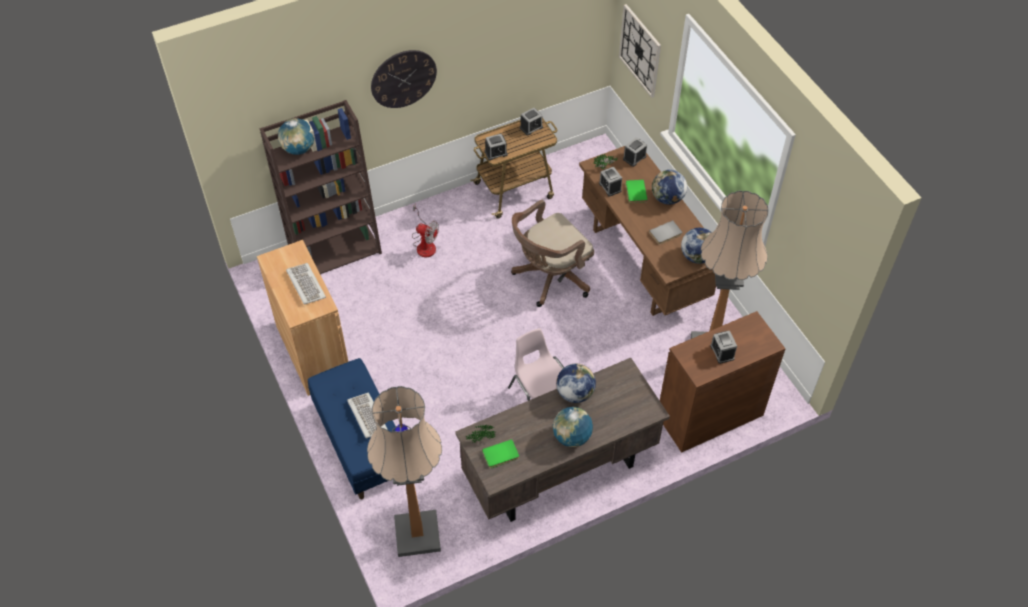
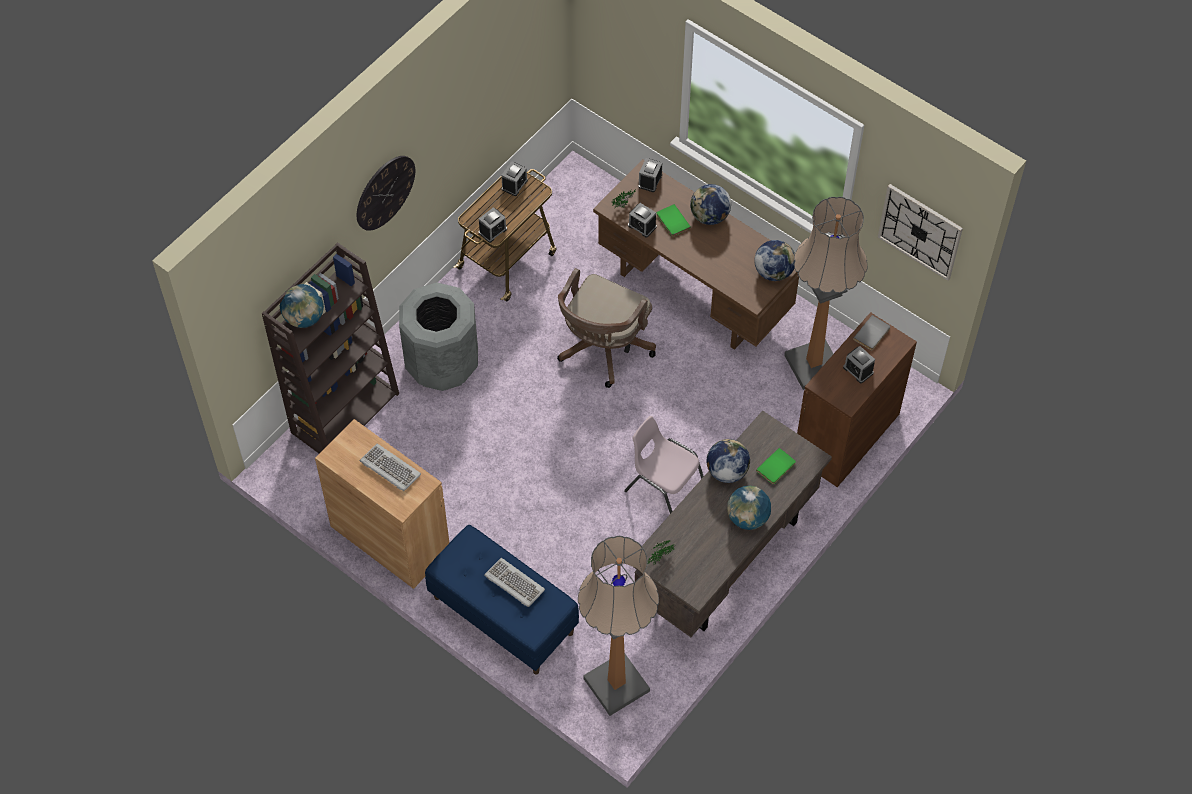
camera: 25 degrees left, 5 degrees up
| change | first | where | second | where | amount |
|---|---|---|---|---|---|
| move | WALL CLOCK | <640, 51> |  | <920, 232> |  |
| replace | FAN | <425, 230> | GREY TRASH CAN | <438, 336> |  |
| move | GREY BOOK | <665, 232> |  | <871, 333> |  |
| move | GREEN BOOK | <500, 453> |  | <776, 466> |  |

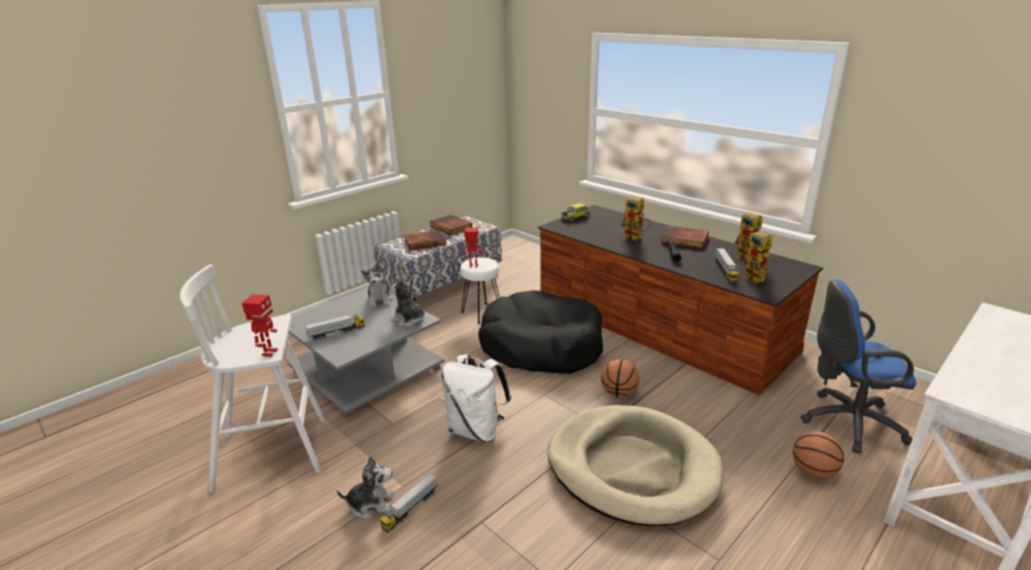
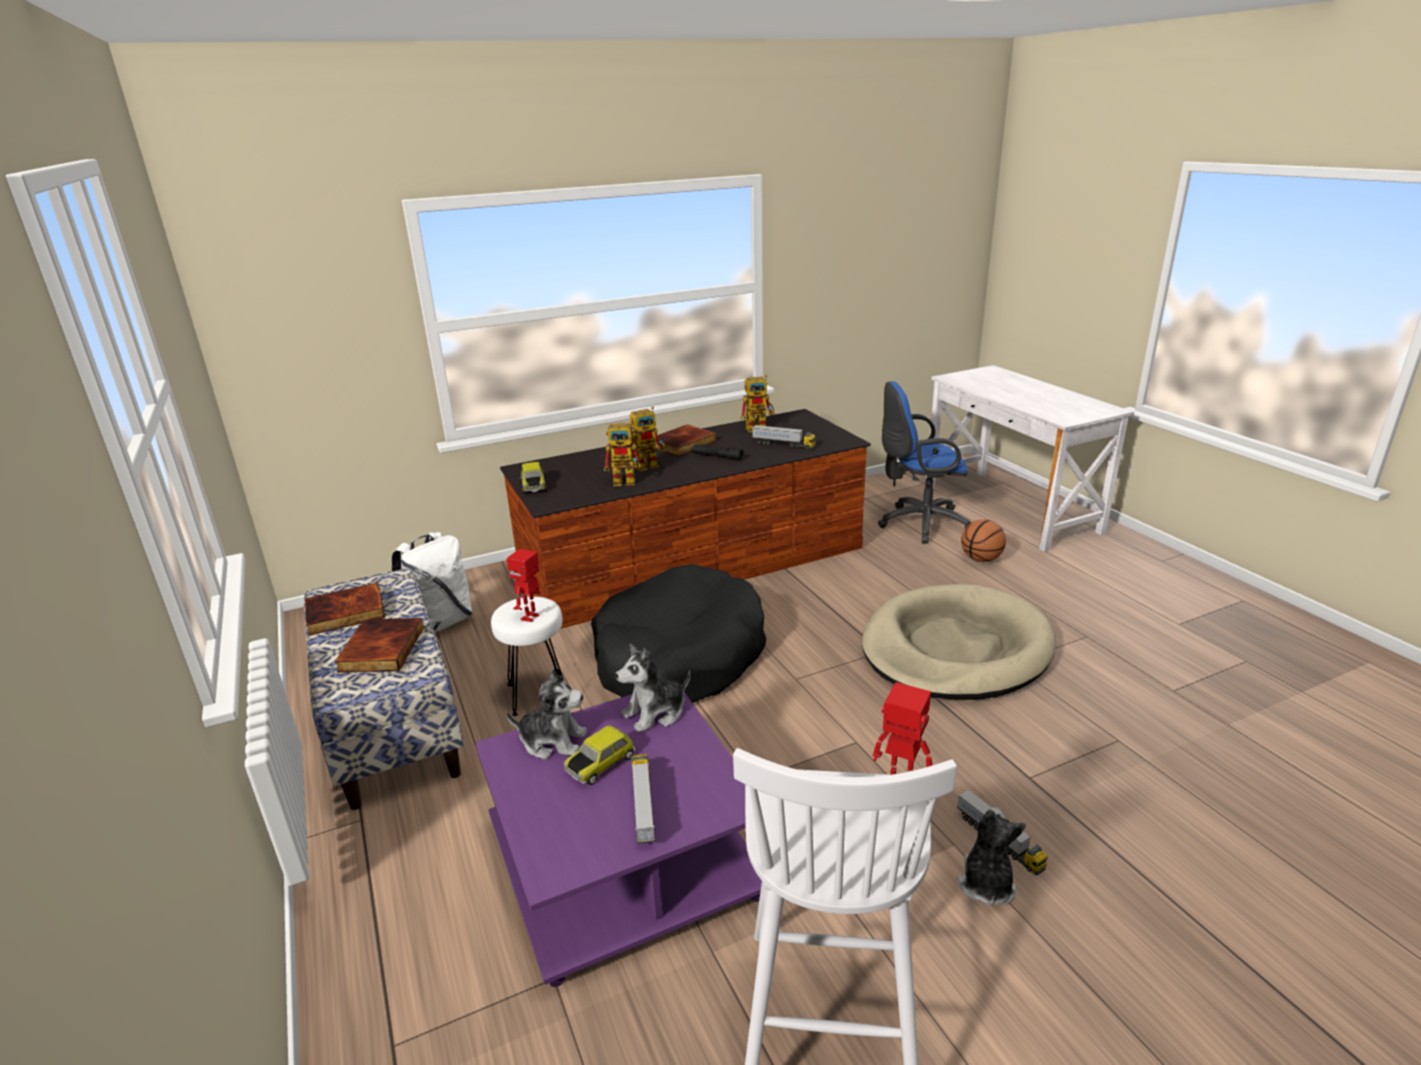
camera: 70 degrees left, 0 degrees up
| change | first | where | second | where | amount |
|---|---|---|---|---|---|
| move | TOY ROBOT | <761, 257> |  | <625, 454> |  |
| rotate | BLUE OFFICE CHAIR | <858, 367> |  | <924, 462> | 60 degrees clockwise |
| recolor | GREY COFFEE TABLE | <365, 352> | PURPLE COFFEE TABLE | <618, 839> |  |
| move | WHITE BACKPACK | <476, 398> |  | <432, 582> |  |
| delete | BASKETBALL | <620, 378> |  |  |  |
| insert |  |  | TOY CAR | <599, 755> |  |

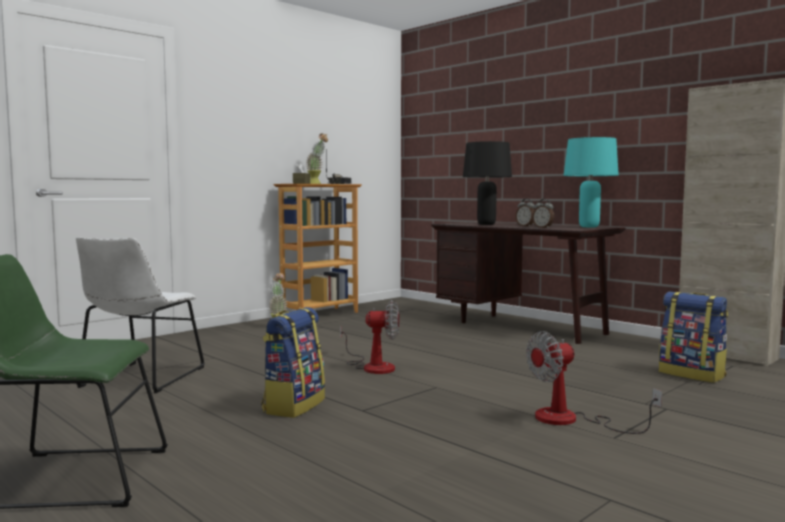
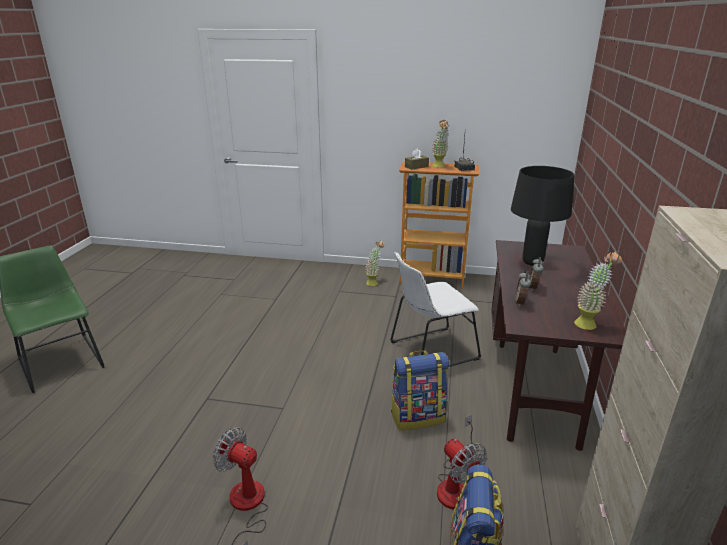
camera: 55 degrees right, 20 degrees up
| change | first | where | second | where | amount |
|---|---|---|---|---|---|
| replace | TURQUOISE TABLE LAMP | <591, 182> | POTTED PLANT | <598, 290> |  |
| move | WHITE CHAIR | <140, 315> |  | <435, 309> |  |
| move | FAN | <369, 337> |  | <462, 462> |  |
| move | BACKPACK | <293, 362> |  | <420, 390> |  |

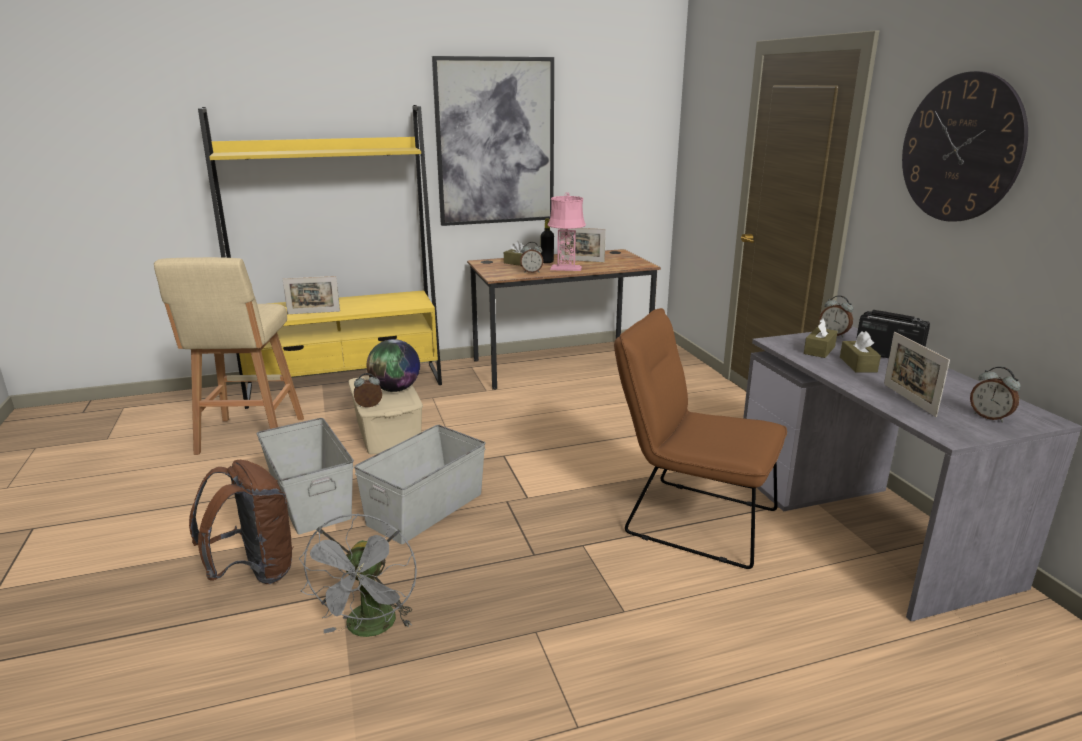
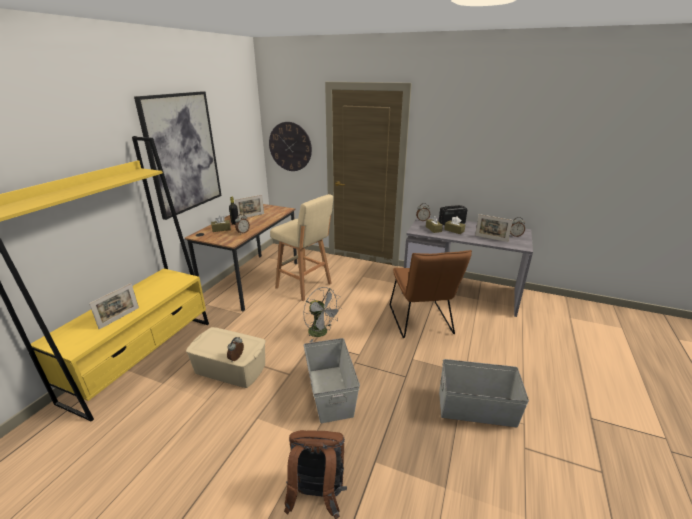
camera: 50 degrees left, 5 degrees up
| change | first | where | second | where | amount |
|---|---|---|---|---|---|
| move | WALL CLOCK | <965, 146> |  | <290, 146> |  |
| delete | PINK TABLE LAMP | <567, 232> |  |  |  |
| move | BEIGE STOOL | <229, 356> |  | <301, 247> |  |
| rotate | BROWN CHAIR | <700, 438> |  | <431, 294> | 75 degrees counterclockwise |
| delete | GLOBE | <393, 365> |  |  |  |
| move | GREY STORAGE BOX | <305, 476> |  | <484, 393> |  |
| move | GREY FAN | <358, 575> |  | <322, 314> |  |

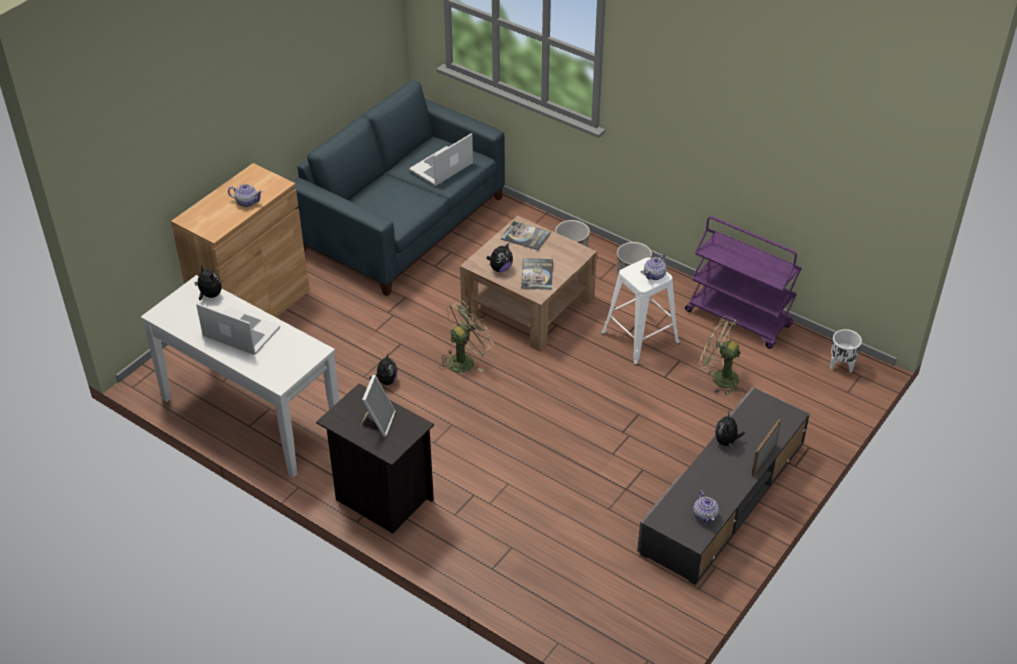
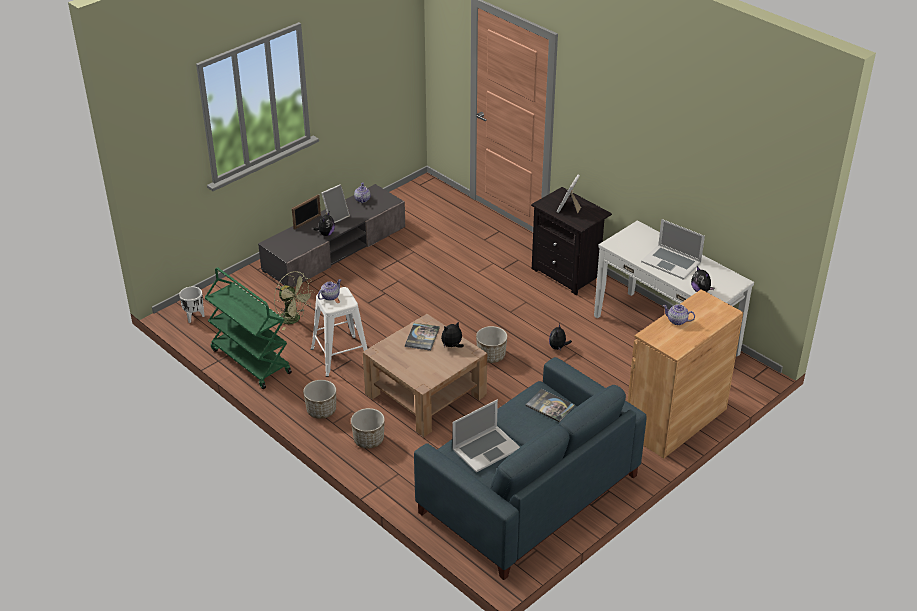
camera: 170 degrees left, 5 degrees down
| change | first | where | second | where | amount |
|---|---|---|---|---|---|
| recolor | PURPLE CART | <743, 282> | GREEN CART | <248, 328> |  |
| move | BOOK | <526, 235> |  | <550, 405> |  |
| replace | GREEN FAN | <466, 336> | PLANTER | <491, 344> |  |
| insert |  |  | PICTURE FRAME | <335, 203> |  |

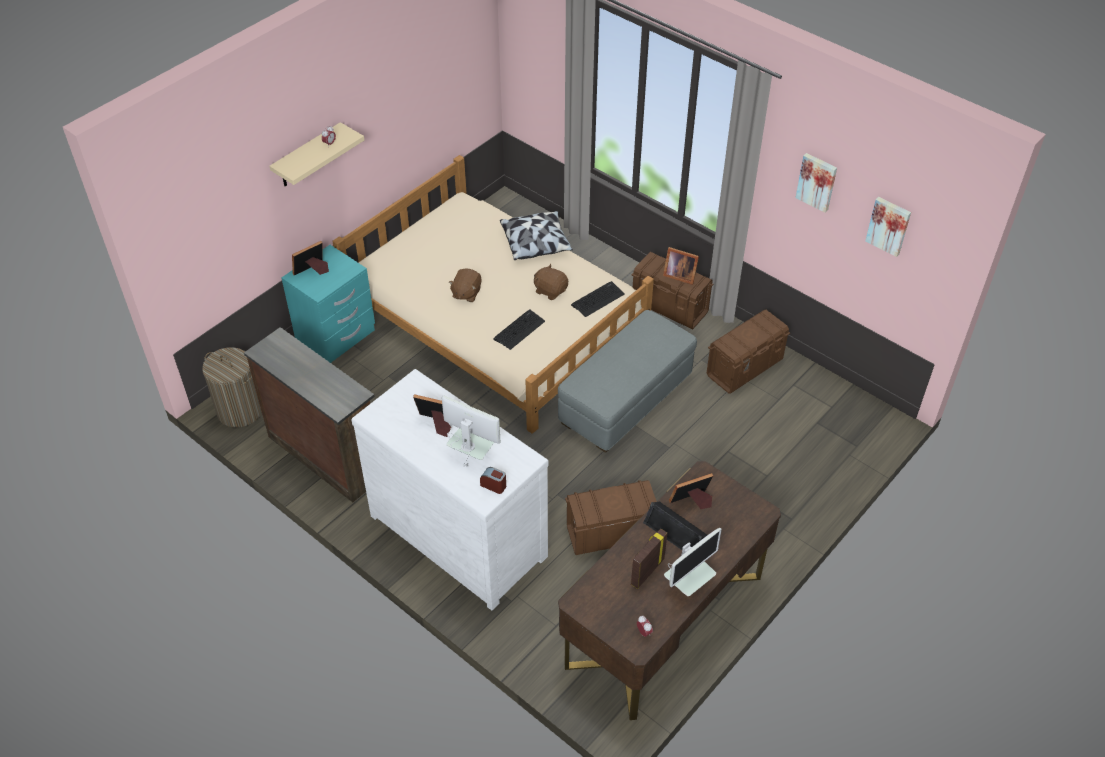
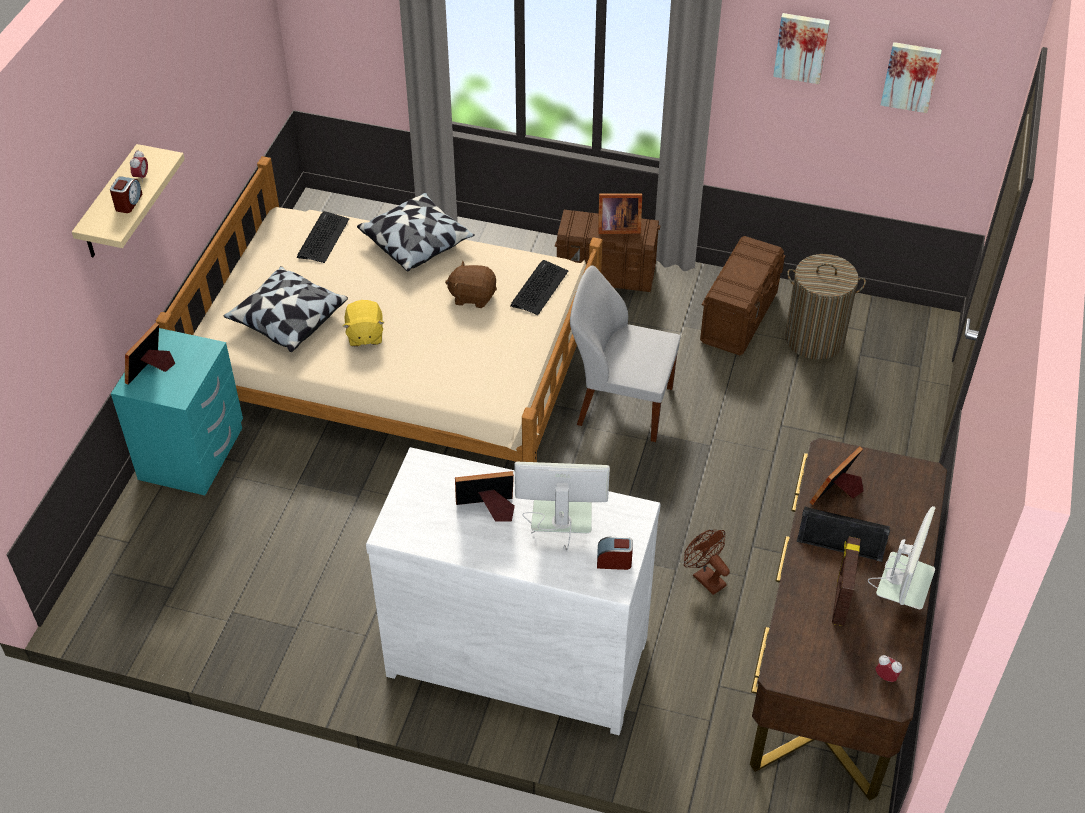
camera: 25 degrees left, 0 degrees up
| change | first | where | second | where | amount |
|---|---|---|---|---|---|
| recolor | BROWN PLUSH TOY | <465, 285> | YELLOW PLUSH TOY | <364, 323> |  |
| move | KEYBOARD | <519, 330> |  | <323, 237> |  |
| replace | GREY OTTOMAN | <627, 381> | WHITE CHAIR | <625, 353> |  |
| delete | BROWN DRESSER | <309, 414> |  |  |  |
| move | LAUNDRY BASKET | <232, 387> |  | <825, 307> |  |
| replace | BROWN STORAGE BOX | <611, 517> | BROWN FAN | <707, 562> |  |
| insert |  |  | ALARM CLOCK | <126, 194> |  |
| insert |  |  | PILLOW | <286, 309> |  |

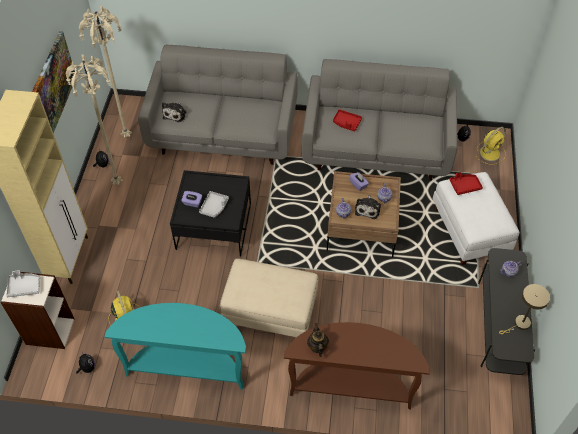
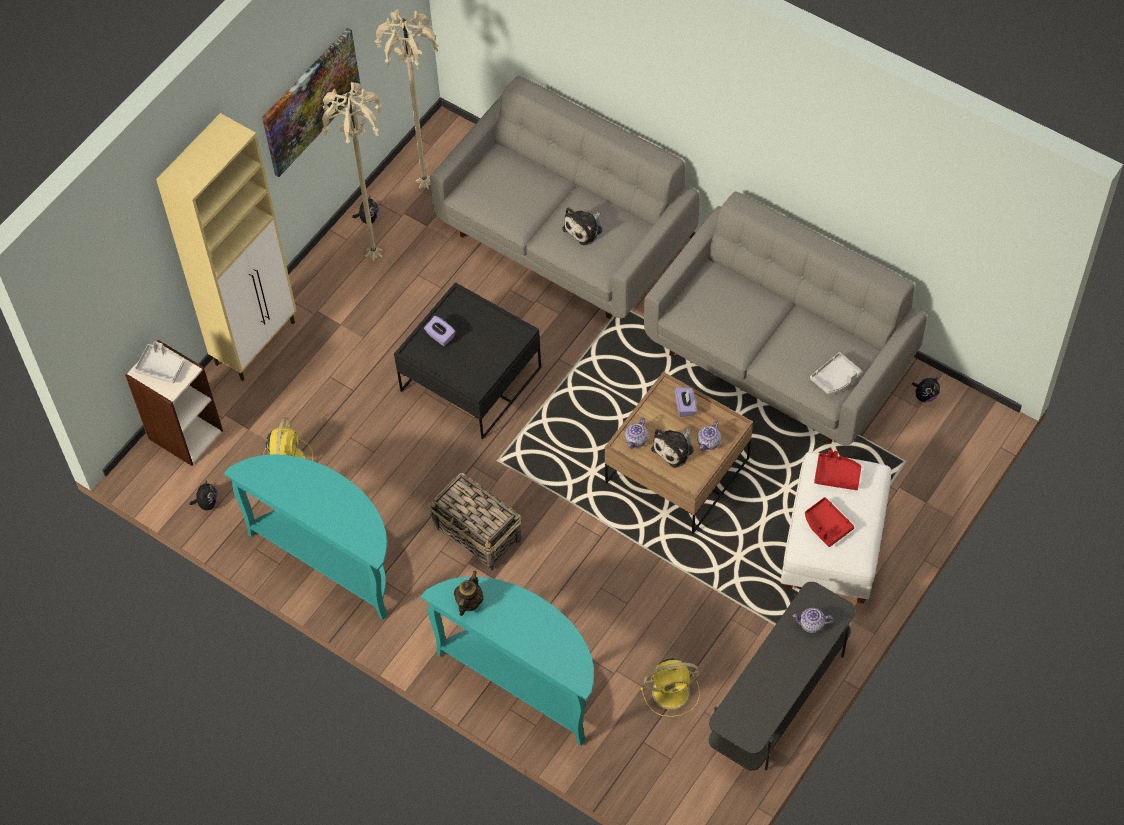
camera: 30 degrees right, 5 degrees up
| change | first | where | second | where | amount |
|---|---|---|---|---|---|
| move | PLUSH TOY | <174, 112> |  | <582, 226> |  |
| move | RED TRAY | <347, 120> |  | <829, 522> |  |
| move | YELLOW FAN | <490, 146> |  | <670, 687> |  |
| move | GREY TRAY | <214, 204> |  | <836, 373> |  |
| replace | BEIGE OTTOMAN | <269, 297> | BASKET | <474, 522> |  |
| delete | BEIGE TABLE LAMP | <524, 309> |  |  |  |
| recolor | BROWN CONSOLE TABLE | <357, 366> | TURQUOISE CONSOLE TABLE | <507, 661> |  |

